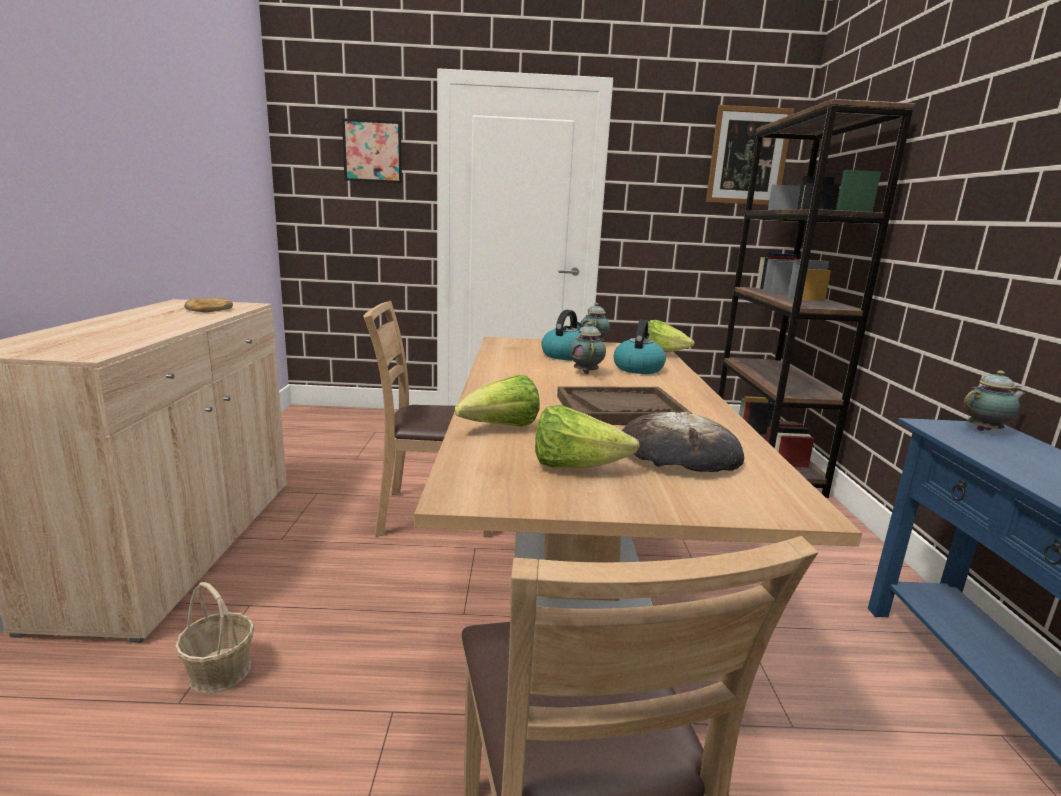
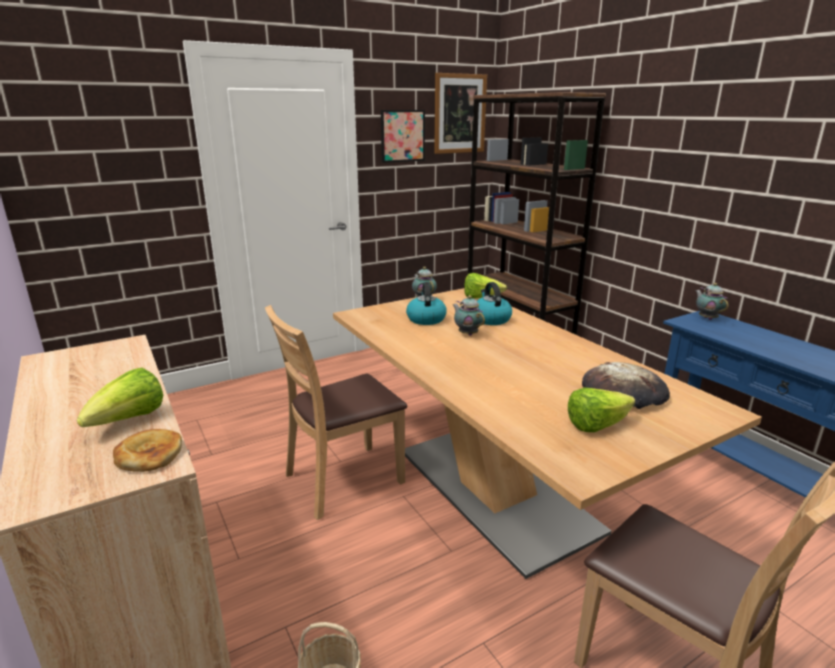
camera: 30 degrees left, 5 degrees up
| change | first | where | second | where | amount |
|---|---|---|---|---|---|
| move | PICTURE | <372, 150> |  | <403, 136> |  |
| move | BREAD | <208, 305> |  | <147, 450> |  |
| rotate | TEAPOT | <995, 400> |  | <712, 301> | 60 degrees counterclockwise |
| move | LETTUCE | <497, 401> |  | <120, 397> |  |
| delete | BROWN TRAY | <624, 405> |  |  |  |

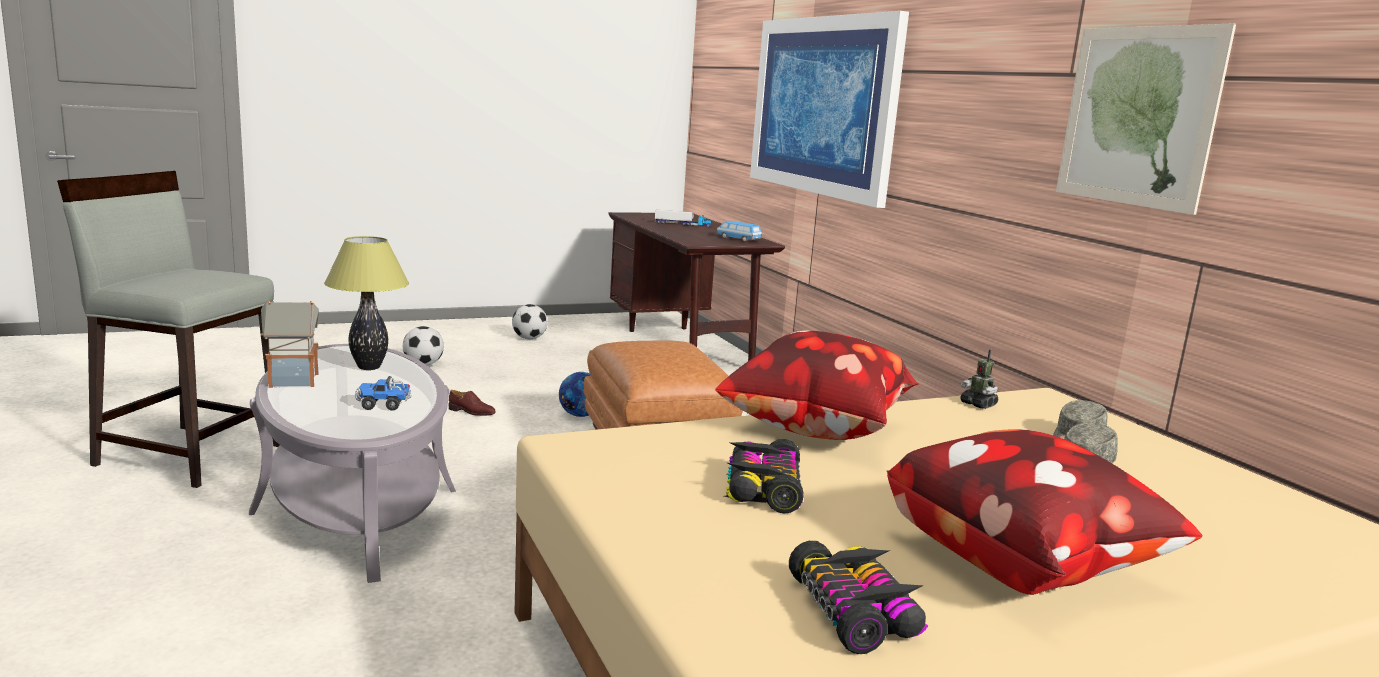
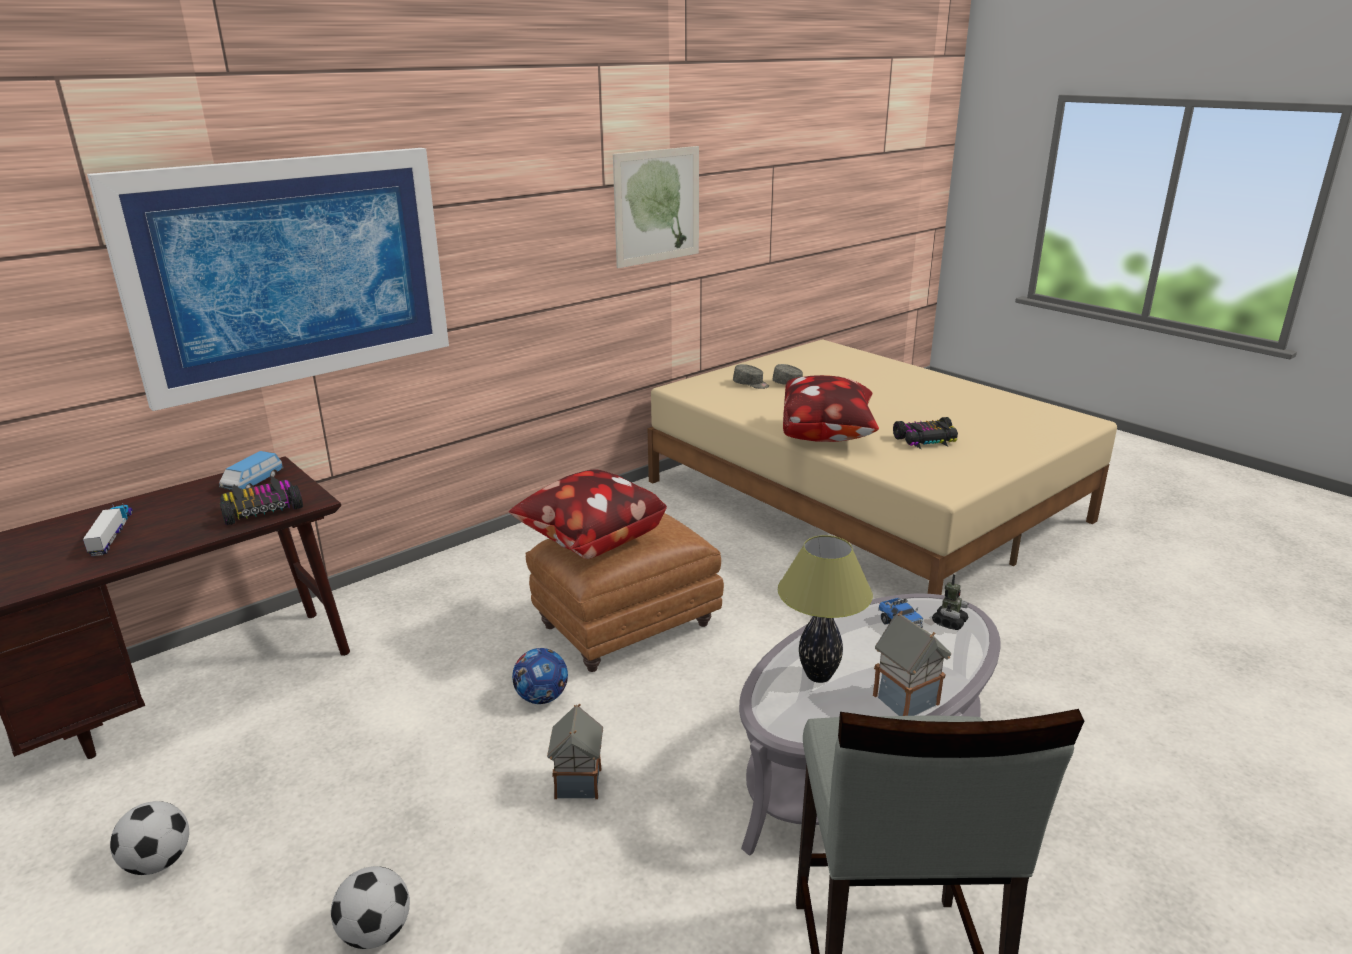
camera: 105 degrees left, 10 degrees up
| change | first | where | second | where | amount |
|---|---|---|---|---|---|
| move | TOY ROBOT | <979, 379> |  | <950, 602> |  |
| replace | BROWN SHOE | <472, 403> | TOY HOUSE | <575, 751> |  |
| move | PILLOW | <1045, 512> |  | <588, 514> |  |
| move | TOY CAR | <858, 597> |  | <261, 500> |  |

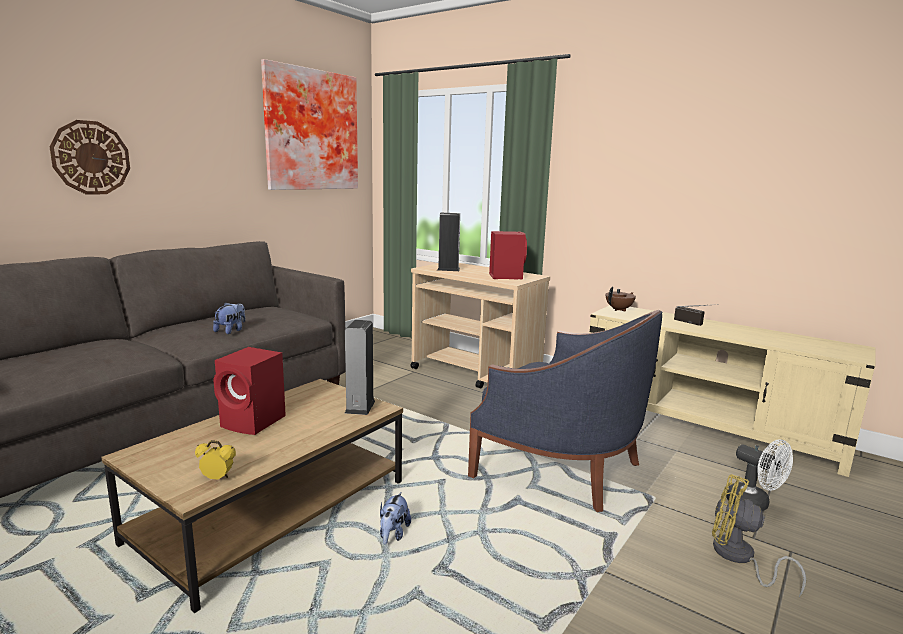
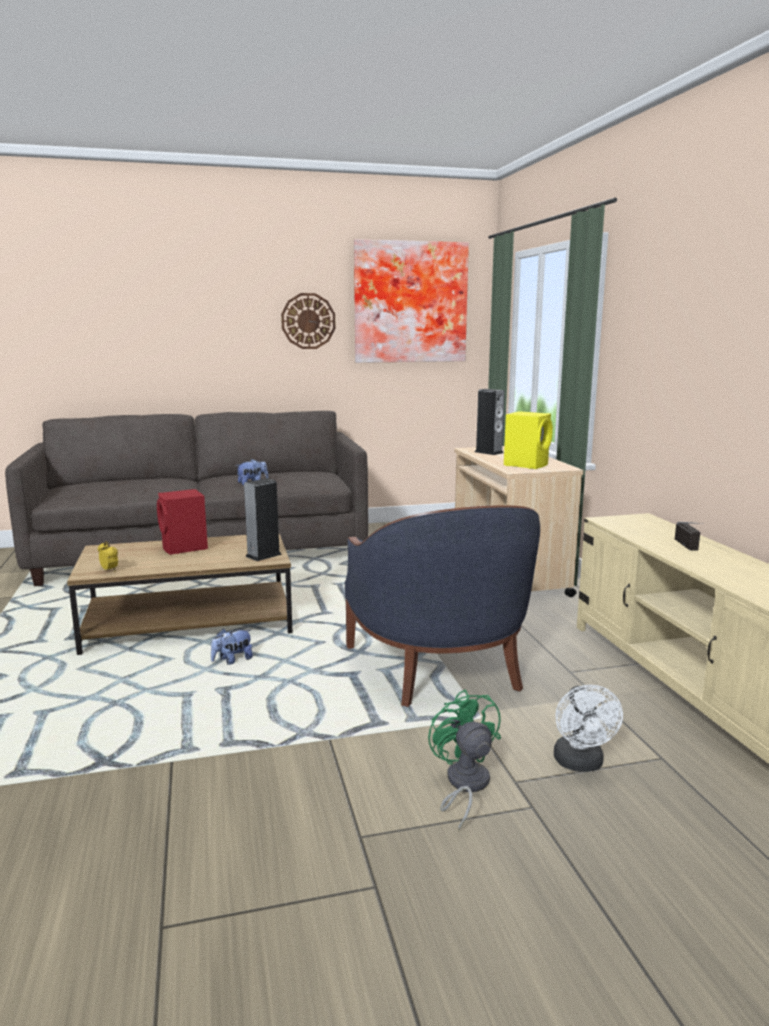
camera: 40 degrees right, 0 degrees up
| change | first | where | second | where | amount |
|---|---|---|---|---|---|
| move | WALL CLOCK | <89, 157> |  | <308, 321> |  |
| recolor | RED SPEAKER | <508, 255> | YELLOW SPEAKER | <528, 440> |  |
| delete | BROWN TEAPOT | <621, 299> |  |  |  |
| recolor | YELLOW FAN | <759, 535> | GREEN FAN | <464, 760> |  |

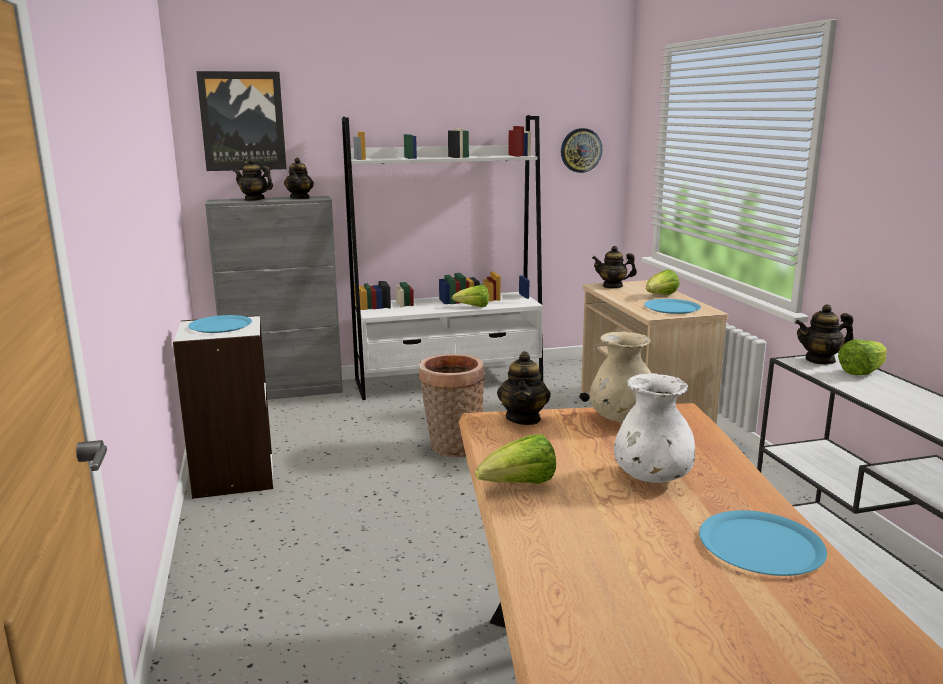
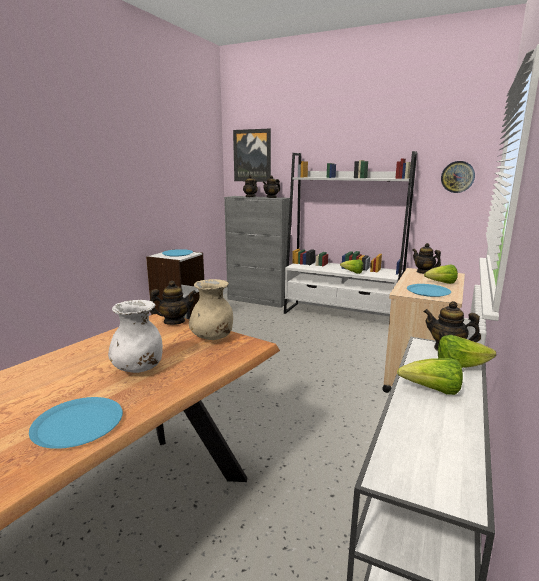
camera: 40 degrees right, 0 degrees up
| change | first | where | second | where | amount |
|---|---|---|---|---|---|
| rotate | TEAPOT | <524, 388> |  | <172, 302> | 150 degrees counterclockwise |
| delete | BASKET | <452, 405> |  |  |  |
| move | LETTUCE | <515, 459> |  | <430, 376> |  |

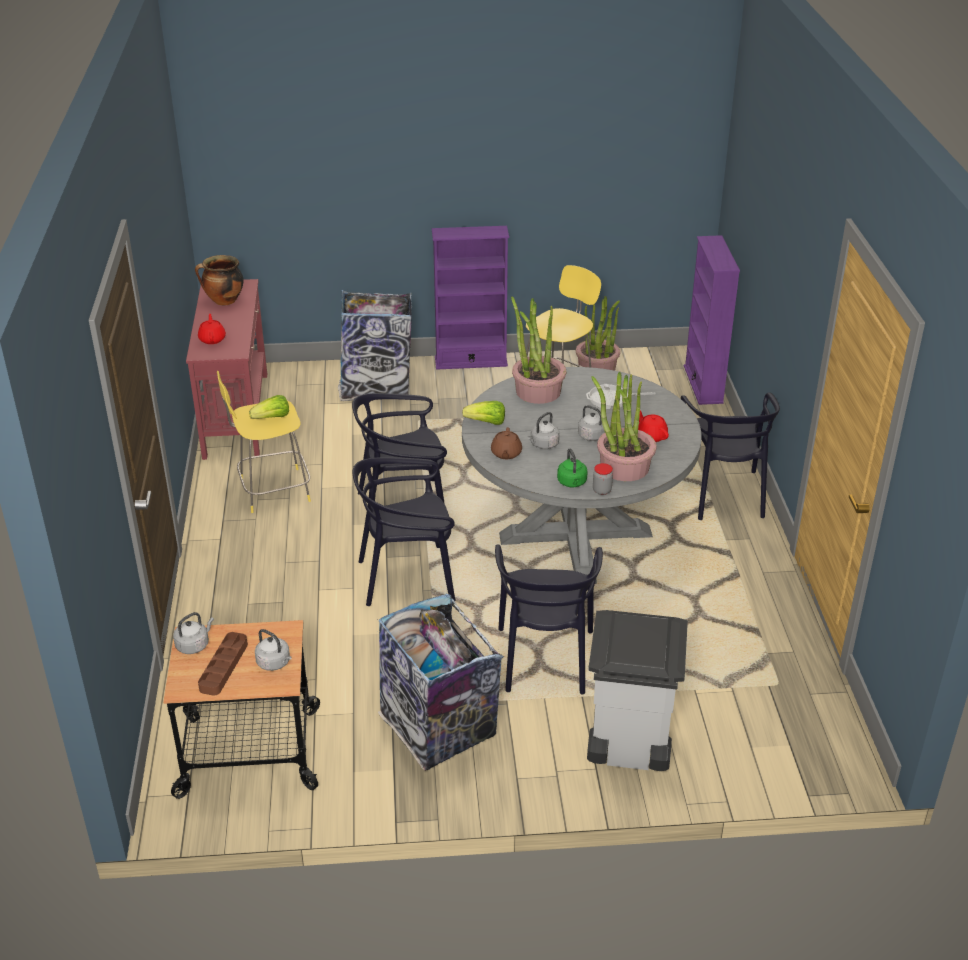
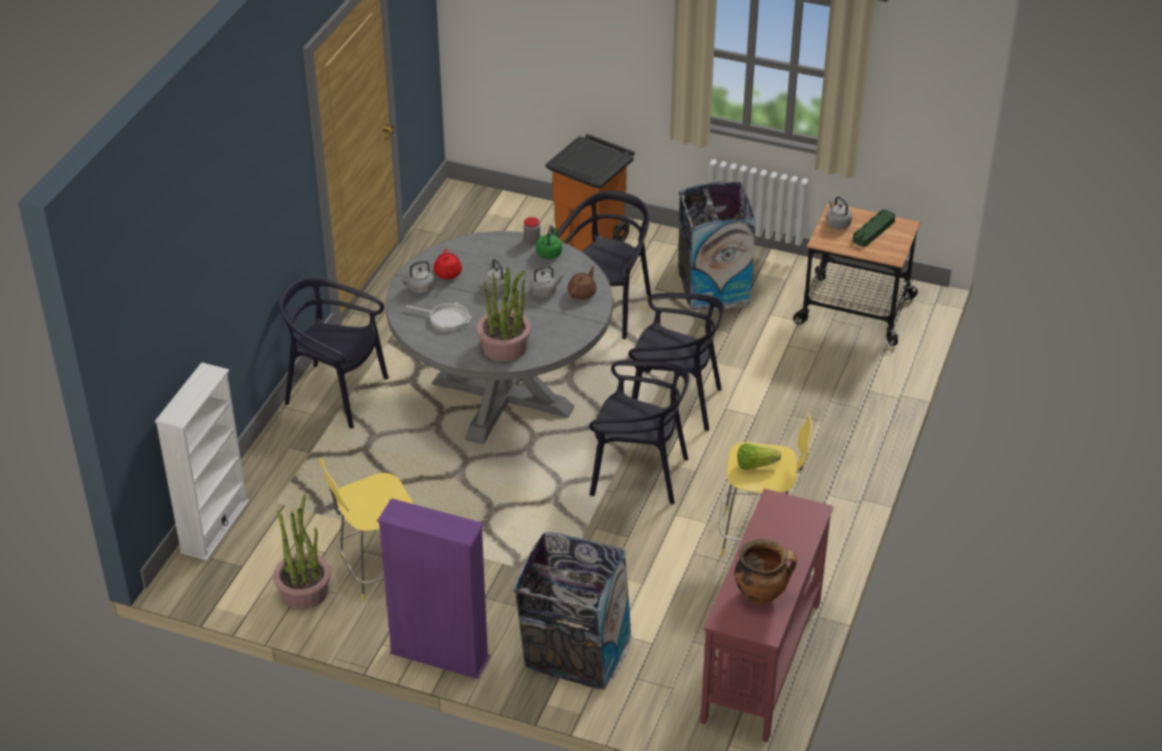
camera: 155 degrees left, 5 degrees up
| change | first | where | second | where | amount |
|---|---|---|---|---|---|
| recolor | PURPLE BOOKCASE | <712, 320> | WHITE BOOKCASE | <202, 461> |  |
| delete | RED TEAPOT | <212, 329> |  |  |  |
| delete | POTTED PLANT | <624, 426> |  |  |  |
| rotate | BLACK CHAIR | <730, 456> |  | <334, 353> | 90 degrees counterclockwise |
| delete | LETTUCE | <483, 413> |  |  |  |
| recolor | GREY TRASH CAN | <637, 690> | ORANGE TRASH CAN | <590, 192> |  |
| move | GREY KETTLE | <193, 633> |  | <416, 277> |  |
| recolor | BROWN TRAY | <223, 664> | GREEN TRAY | <874, 228> |  |

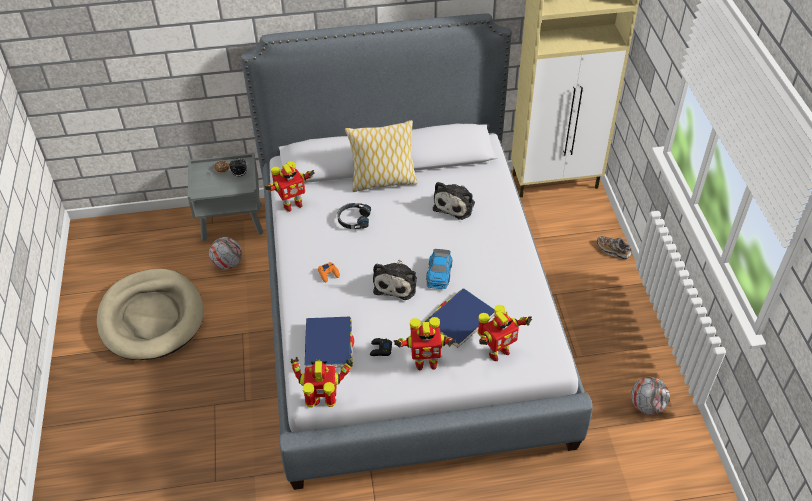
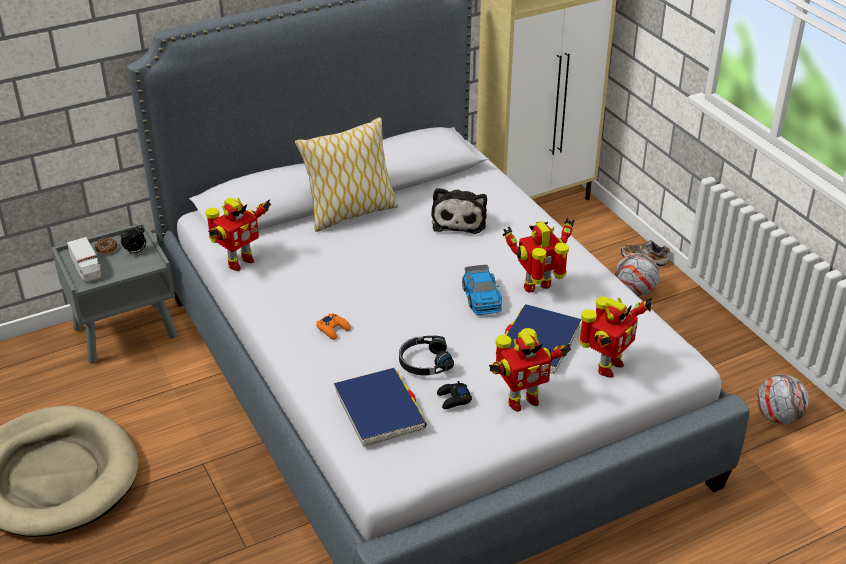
camera: 20 degrees left, 10 degrees down
| change | first | where | second | where | amount |
|---|---|---|---|---|---|
| move | BLACK HEADPHONES | <354, 216> |  | <426, 356> |  |
| move | FOOTBALL | <225, 253> |  | <637, 275> |  |
| delete | PLUSH TOY | <395, 280> |  |  |  |
| move | TOY ROBOT | <322, 382> |  | <539, 255> |  |
| insert |  |  | TOY TRUCK | <84, 260> |  |

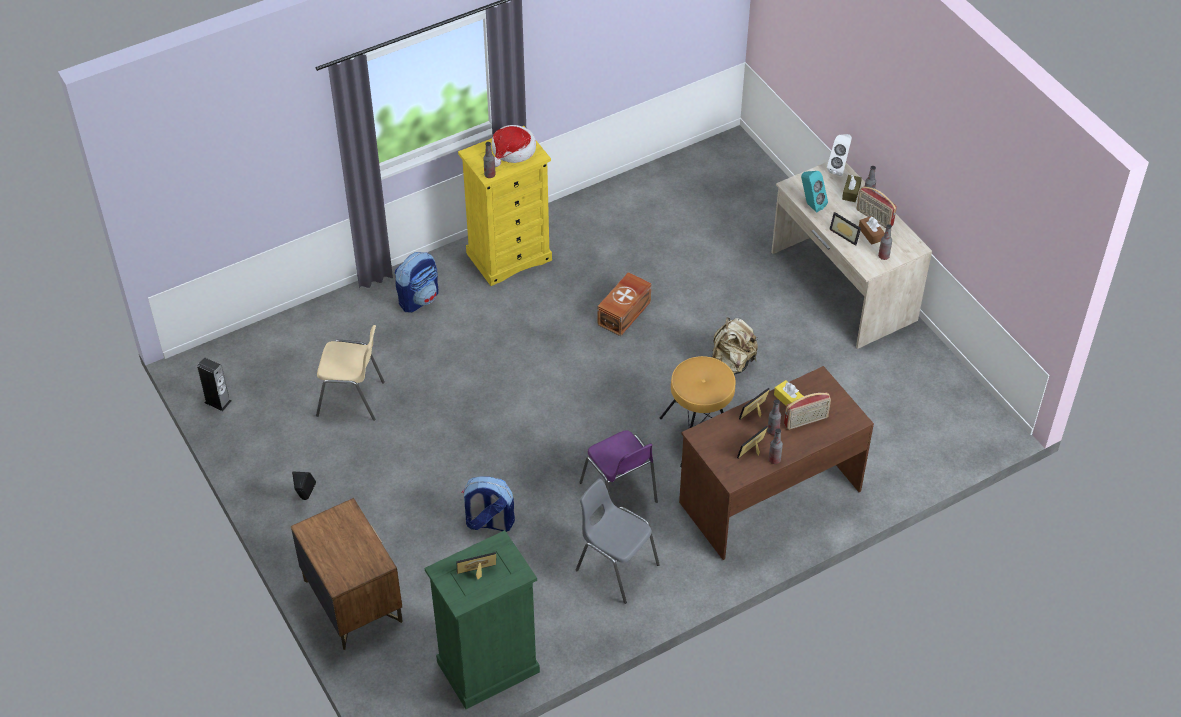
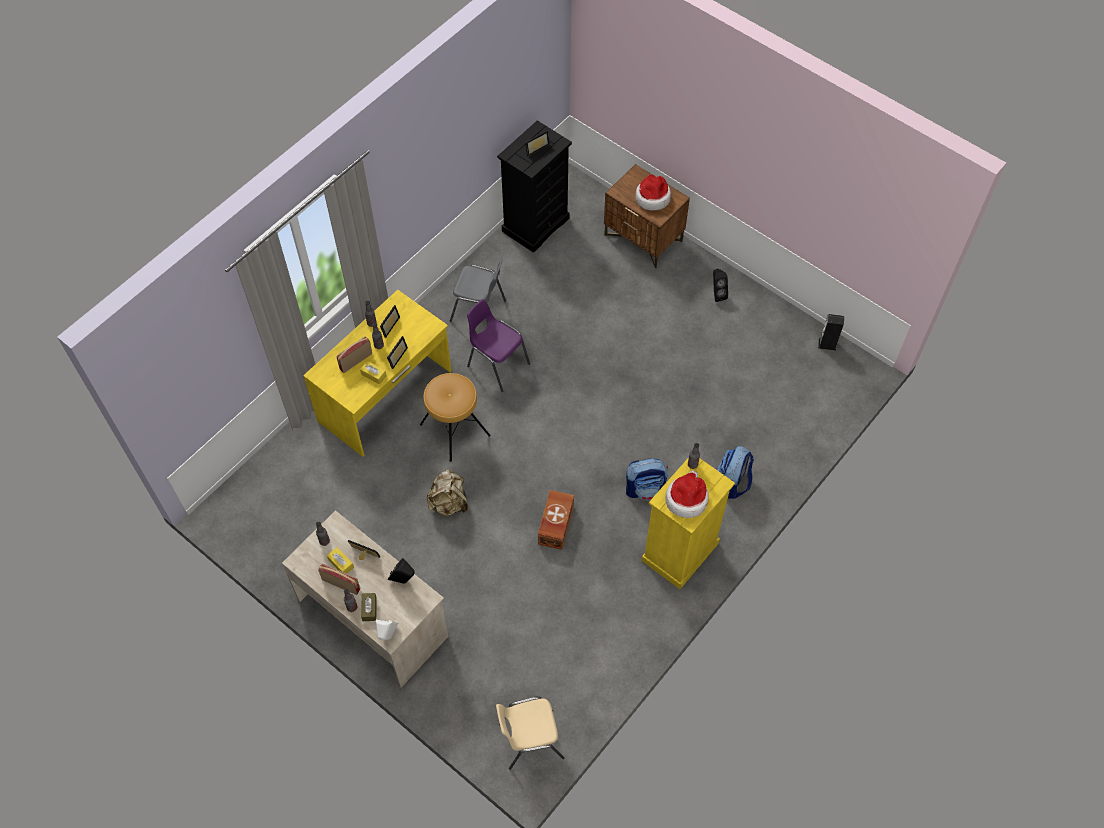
camera: 160 degrees right, 10 degrees up
| change | first | where | second | where | amount |
|---|---|---|---|---|---|
| recolor | TURQUOISE SPEAKER | <814, 192> | BLACK SPEAKER | <401, 571> |  |
| recolor | BROWN TISSUE BOX | <872, 230> | YELLOW TISSUE BOX | <340, 560> |  |
| move | BEIGE CHAIR | <350, 373> |  | <530, 733> |  |
| recolor | BROWN DESK | <776, 463> | YELLOW DESK | <377, 373> |  |
| move | BACKPACK | <488, 504> |  | <647, 479> |  |
| recolor | GREEN DRESSER | <482, 619> | BLACK DRESSER | <534, 186> |  |
| insert |  |  | HAT | <653, 192> |  |

